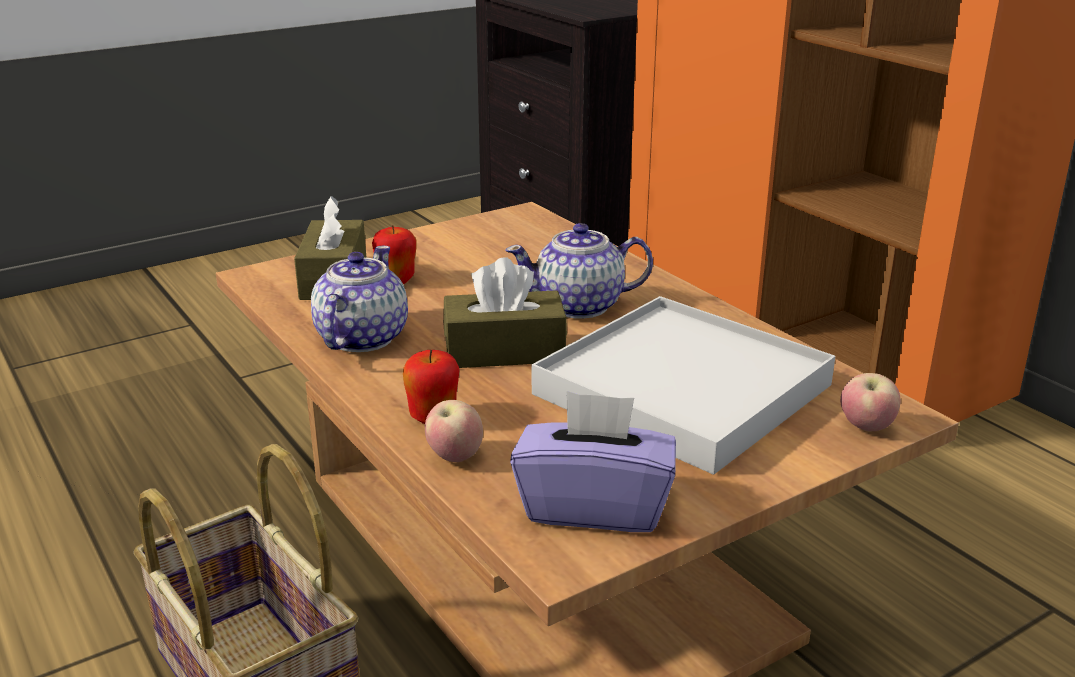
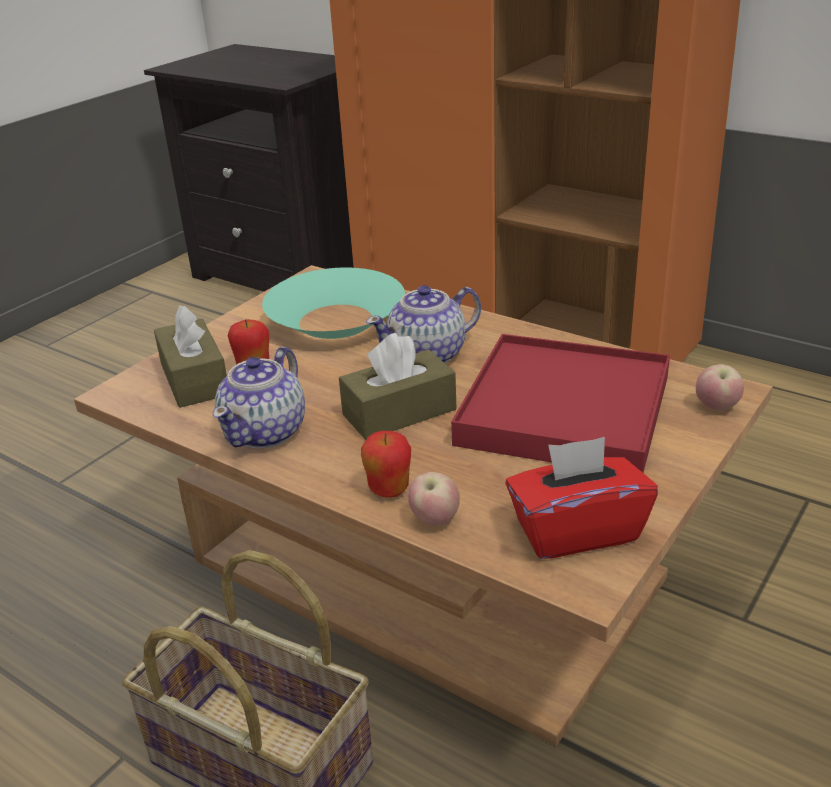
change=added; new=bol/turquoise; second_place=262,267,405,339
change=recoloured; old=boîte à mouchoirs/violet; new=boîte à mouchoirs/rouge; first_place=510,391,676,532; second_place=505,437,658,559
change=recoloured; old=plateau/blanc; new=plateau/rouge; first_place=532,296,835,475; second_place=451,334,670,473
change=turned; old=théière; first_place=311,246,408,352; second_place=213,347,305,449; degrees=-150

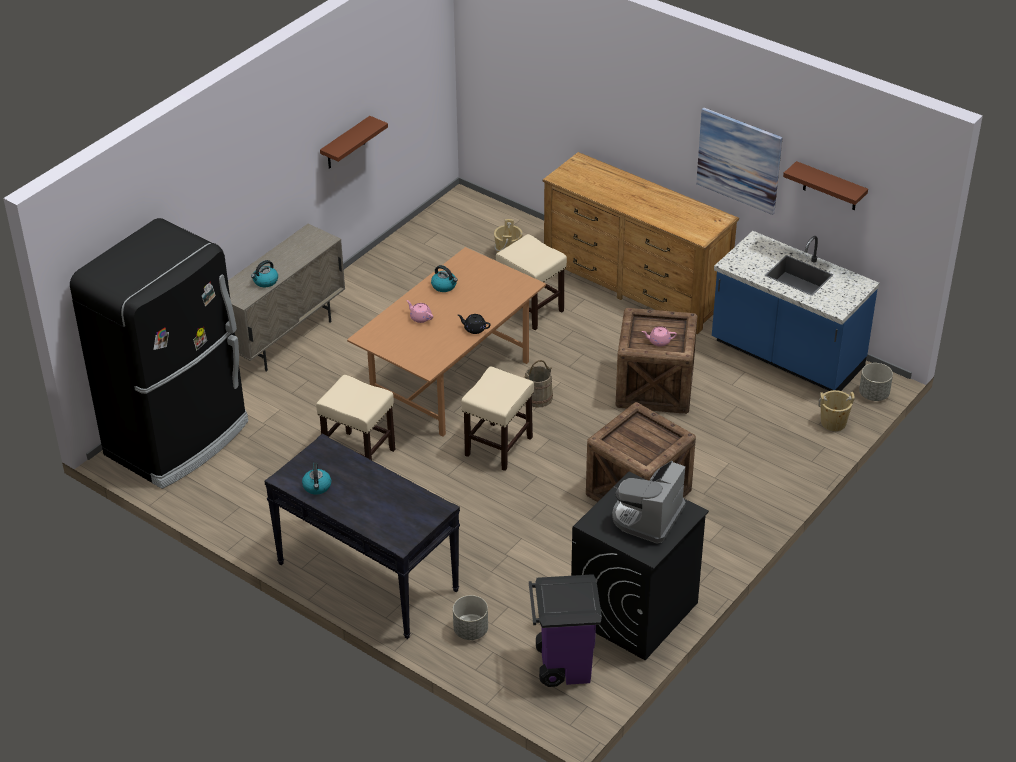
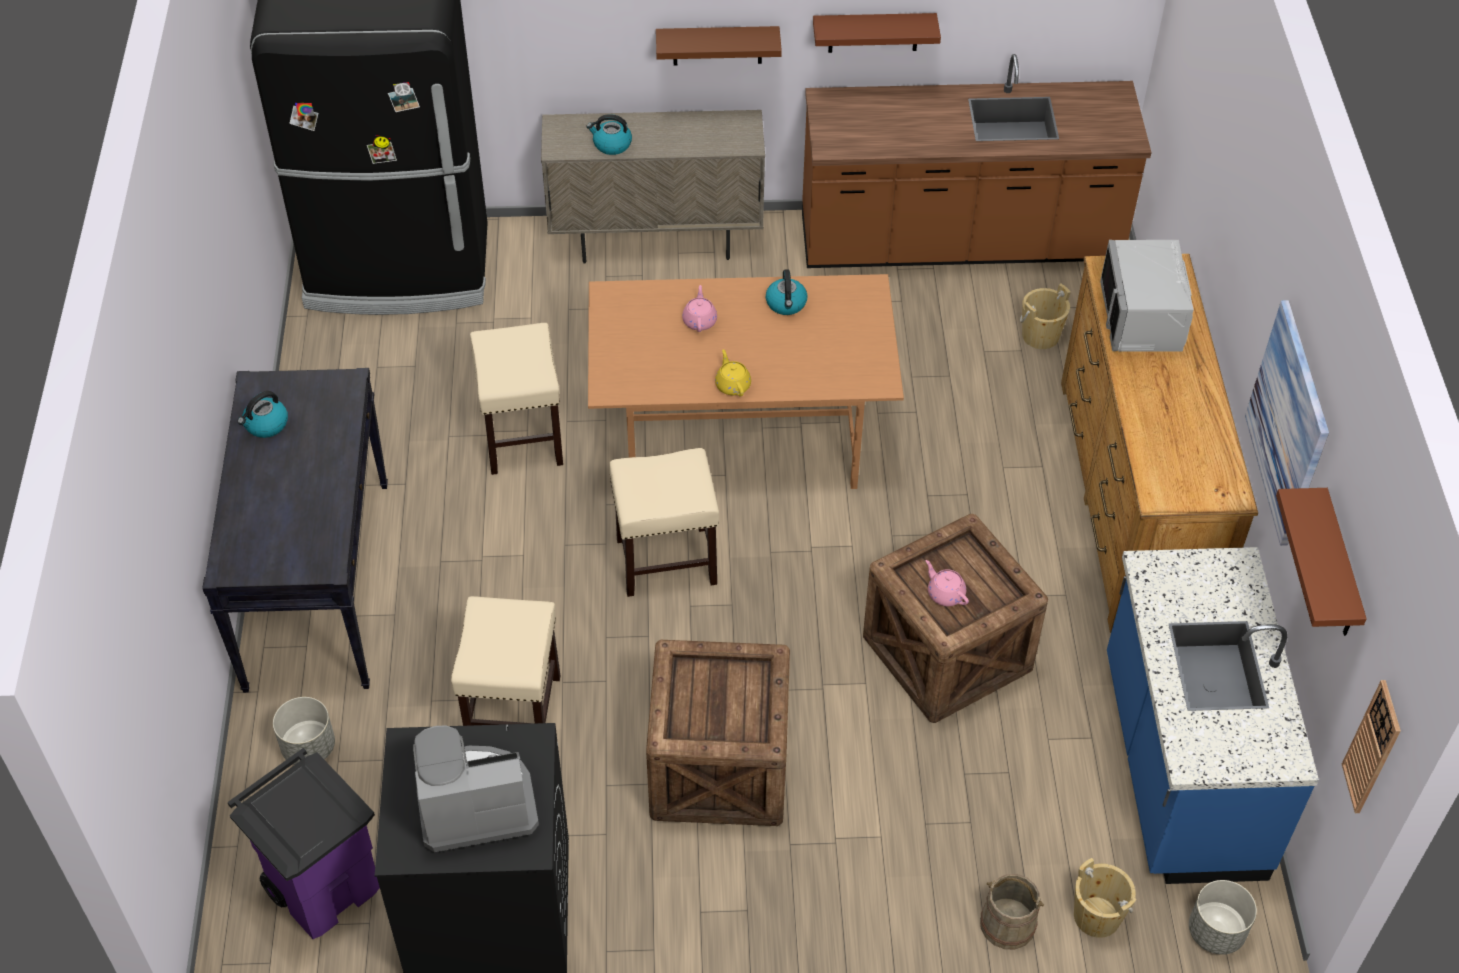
change=added; new=étagère/marron; second_place=656,26,782,66
change=added; new=comptoir de cuisine/marron; second_place=802,54,1152,268
change=added; new=micro-ondes/gris; second_place=1100,240,1194,352
change=added; new=horloge murale; second_place=1342,680,1401,813
change=moved; old=tabouret/beige; first_place=496,234,567,330; second_place=451,596,561,726
change=moved; old=seau/beige; first_place=524,360,553,408; second_place=980,874,1044,949
change=recoloured; old=théière/noir; new=théière/jaune; first_place=458,314,491,334; second_place=715,349,751,396

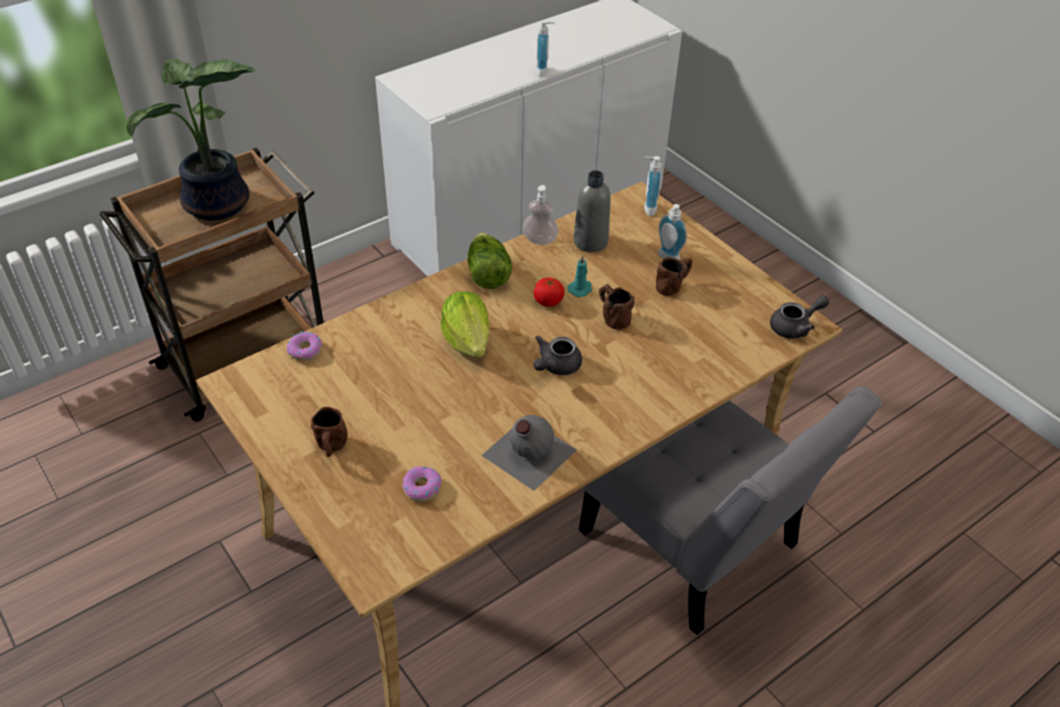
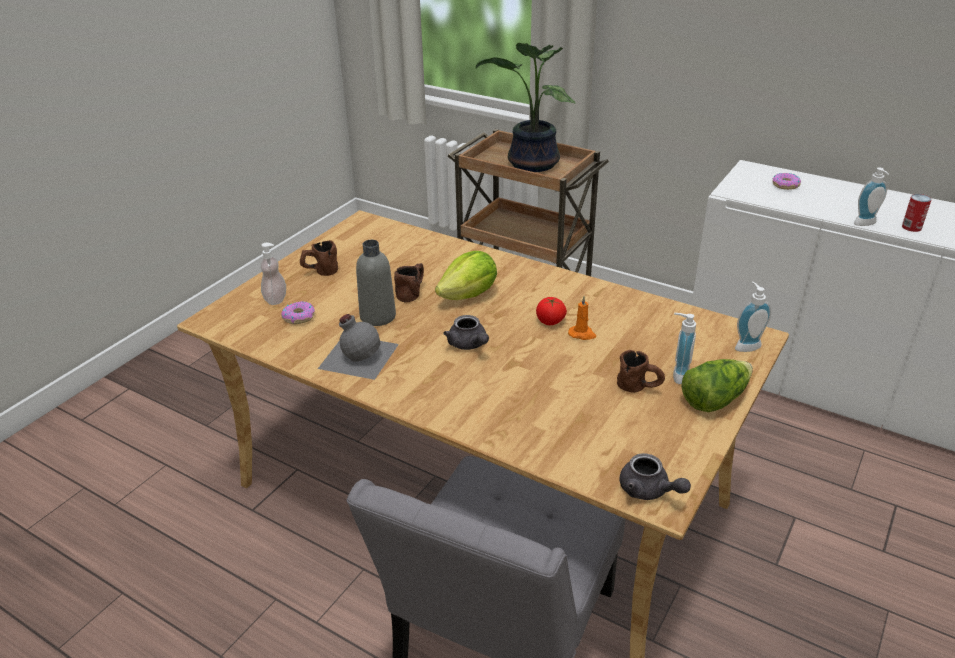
change=added; new=boîte métallique; second_place=902,194,932,232
change=moved; old=beignet; first_place=287,332,322,361; second_place=772,173,801,190
change=moved; old=laitue; first_place=467,232,512,289; second_place=681,359,753,412
change=moved; old=distributeur de savon; first_place=522,185,558,245; second_place=260,243,286,305
change=moved; old=bouteille/gris; first_place=574,170,611,252; second_place=356,240,396,326
change=moved; old=mug/marron; first_place=599,284,634,329; second_place=394,263,424,302
change=recoloured; old=bougie/turquoise; new=bougie/orange; first_place=567,255,592,297; second_place=568,296,596,340
change=turned; old=théière/gris; first_place=533,336,582,375; second_place=443,315,489,350; degrees=-135

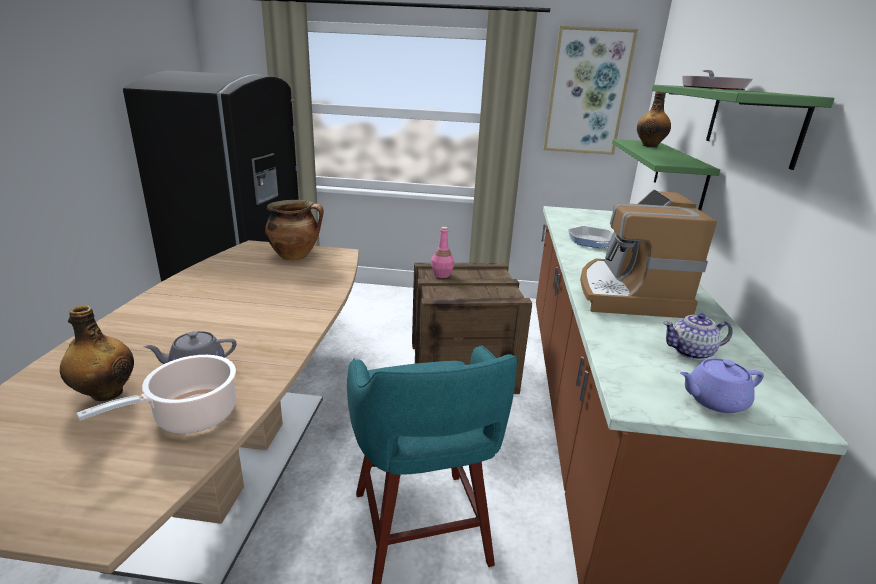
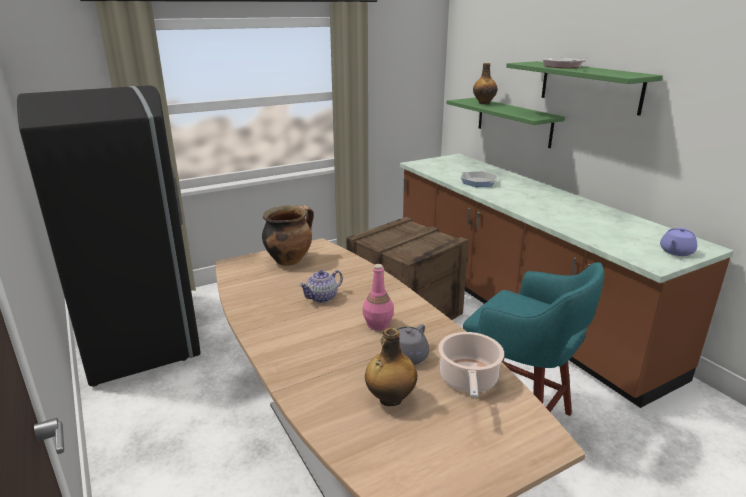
change=removed; old=tableau; first_place=543,26,638,155
change=removed; old=machine à café; first_place=580,190,717,318
change=moved; old=bouteille/rose; first_place=431,227,454,278; second_place=363,264,394,331
change=moved; old=théière; first_place=663,313,733,360; second_place=299,270,343,303

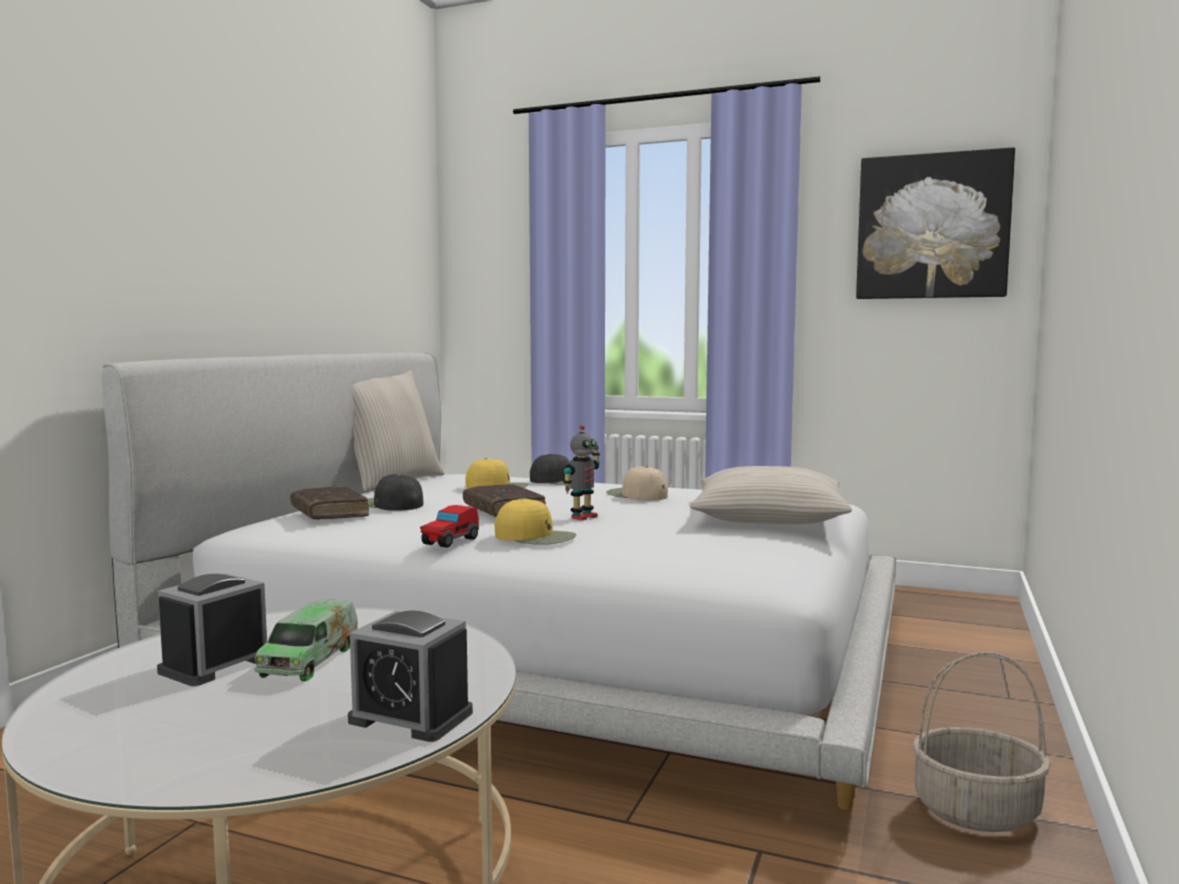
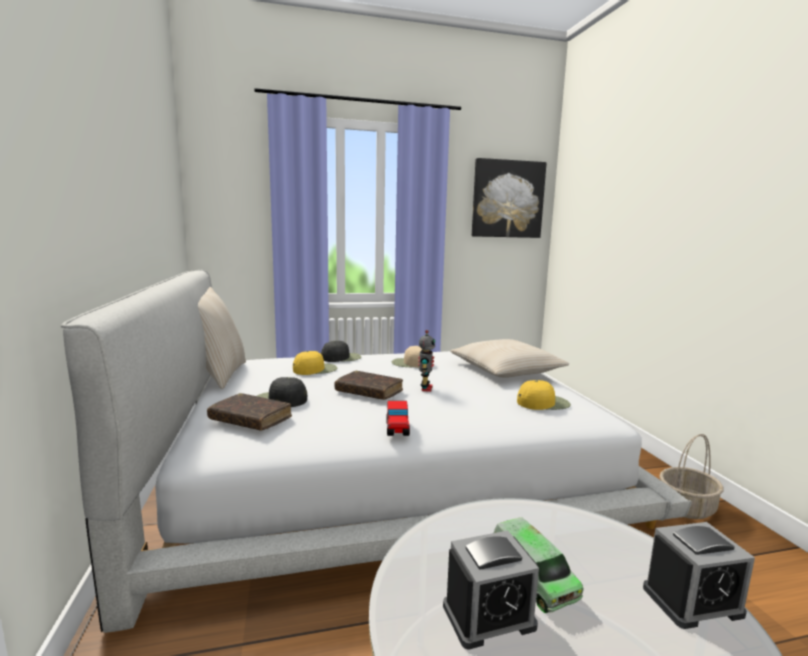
change=moved; old=casquette/jaune; first_place=495,498,577,545; second_place=517,380,571,410
change=turned; old=réveil; first_place=157,573,267,686; second_place=443,530,539,650; degrees=-105

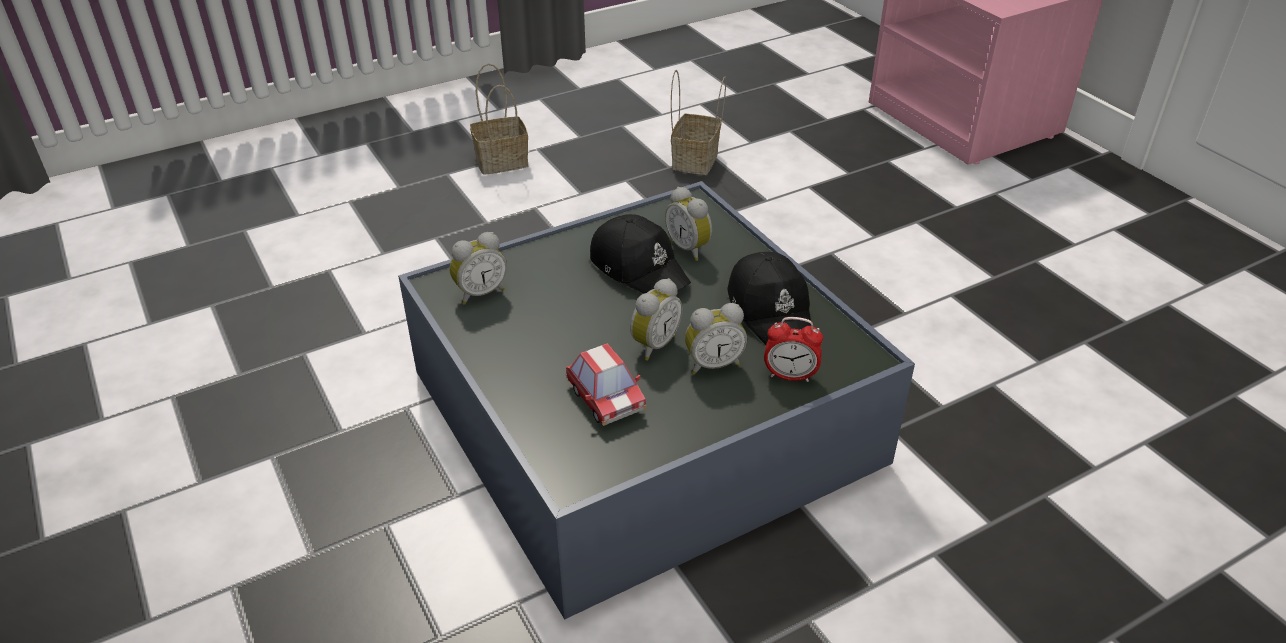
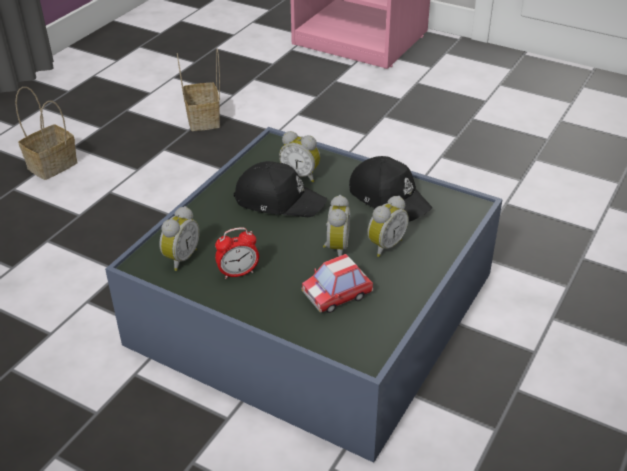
change=moved; old=réveil; first_place=764,317,823,382; second_place=215,227,259,279
change=turned; old=petite voiture; first_place=566,343,646,426; second_place=302,254,373,313; degrees=120

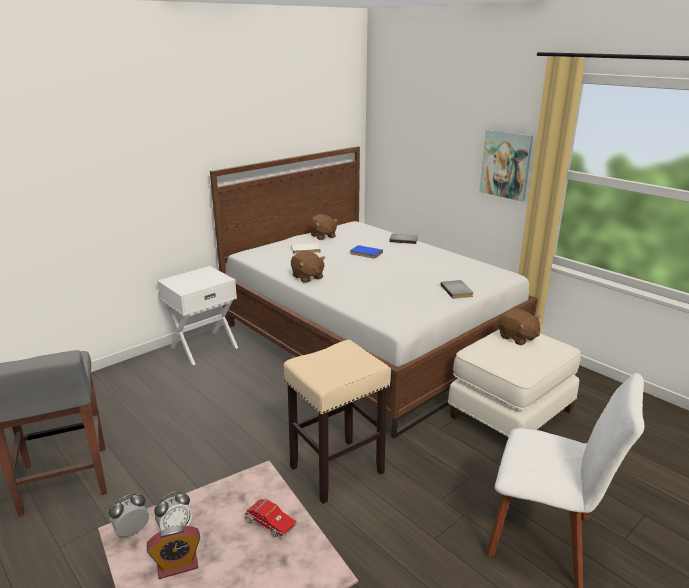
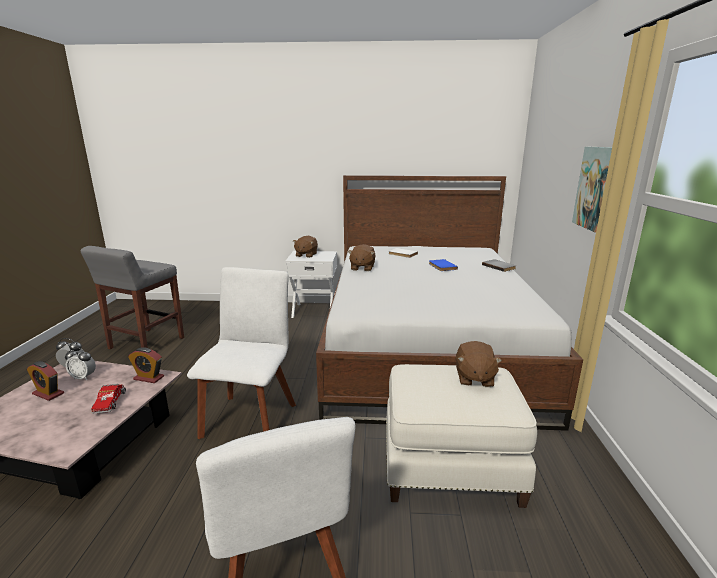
change=removed; old=livre/gris; first_place=441,280,473,299
change=added; new=réveil; second_place=128,347,164,383
change=moved; old=peluche/marron; first_place=309,214,338,240; second_place=293,236,318,258
change=replaced; old=tabouret/beige; new=chaise/blanc; first_place=284,340,391,504; second_place=187,267,296,439

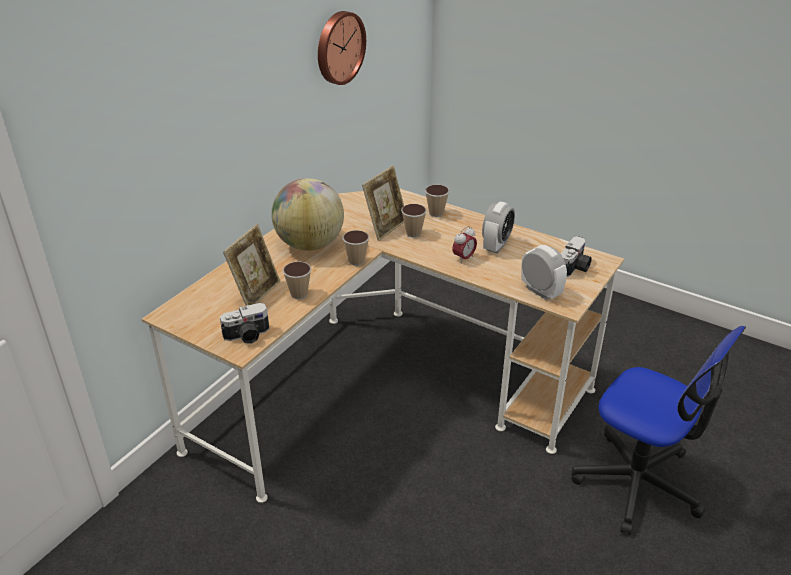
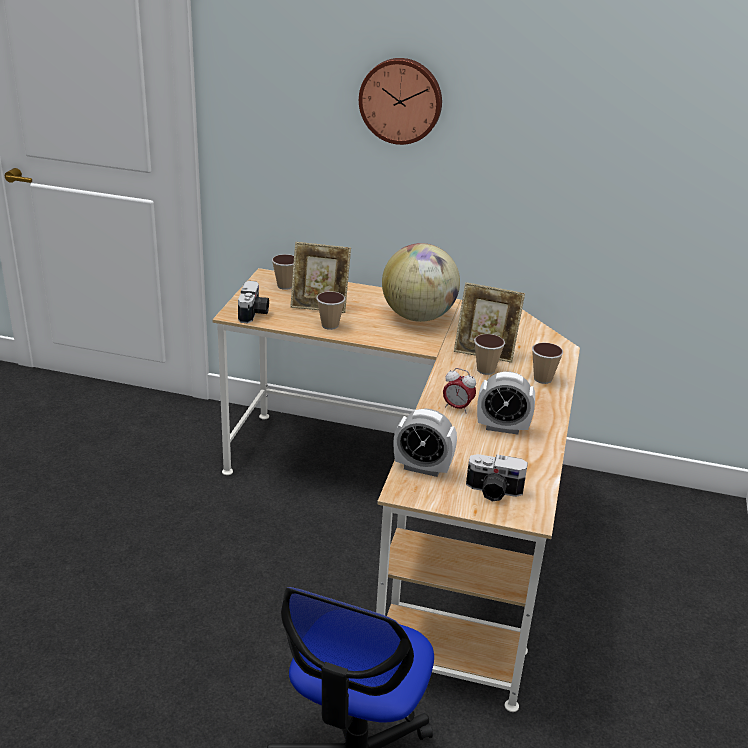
change=moved; old=horloge murale; first_place=318,11,366,85; second_place=359,58,442,145
change=moved; old=tasse; first_place=343,230,369,266; second_place=272,254,294,290
change=turned; old=appareil photo; first_place=220,303,269,344; second_place=238,281,269,324; degrees=-135
change=turned; old=réveil; first_place=521,245,567,300; second_place=394,408,457,477; degrees=75

